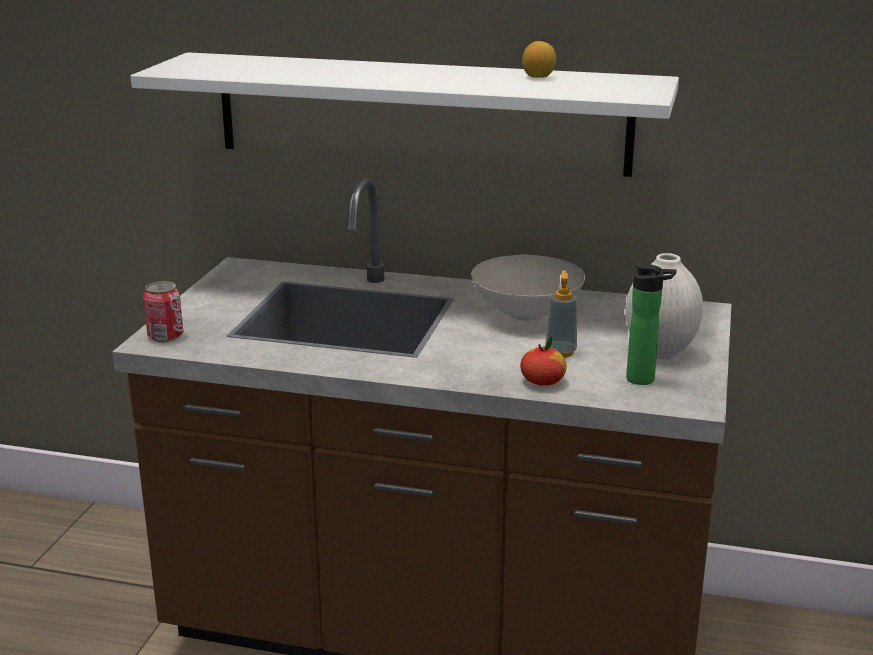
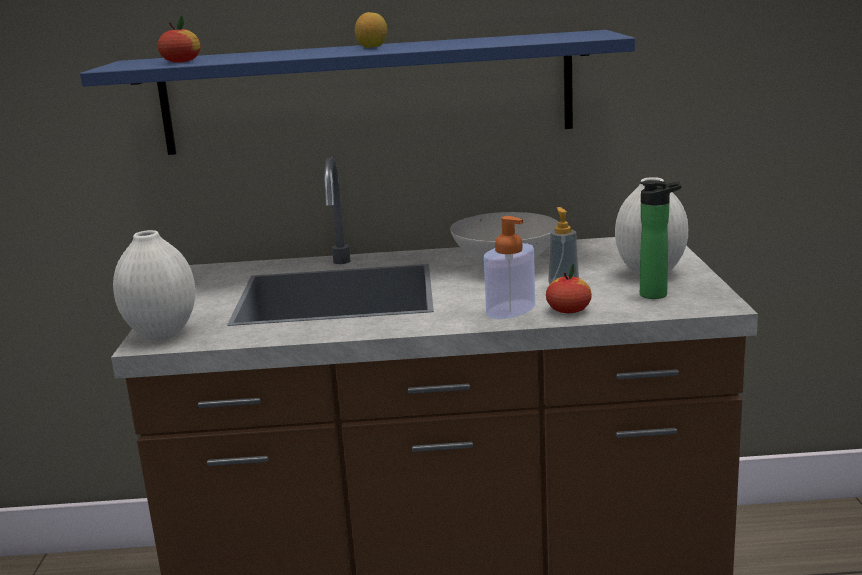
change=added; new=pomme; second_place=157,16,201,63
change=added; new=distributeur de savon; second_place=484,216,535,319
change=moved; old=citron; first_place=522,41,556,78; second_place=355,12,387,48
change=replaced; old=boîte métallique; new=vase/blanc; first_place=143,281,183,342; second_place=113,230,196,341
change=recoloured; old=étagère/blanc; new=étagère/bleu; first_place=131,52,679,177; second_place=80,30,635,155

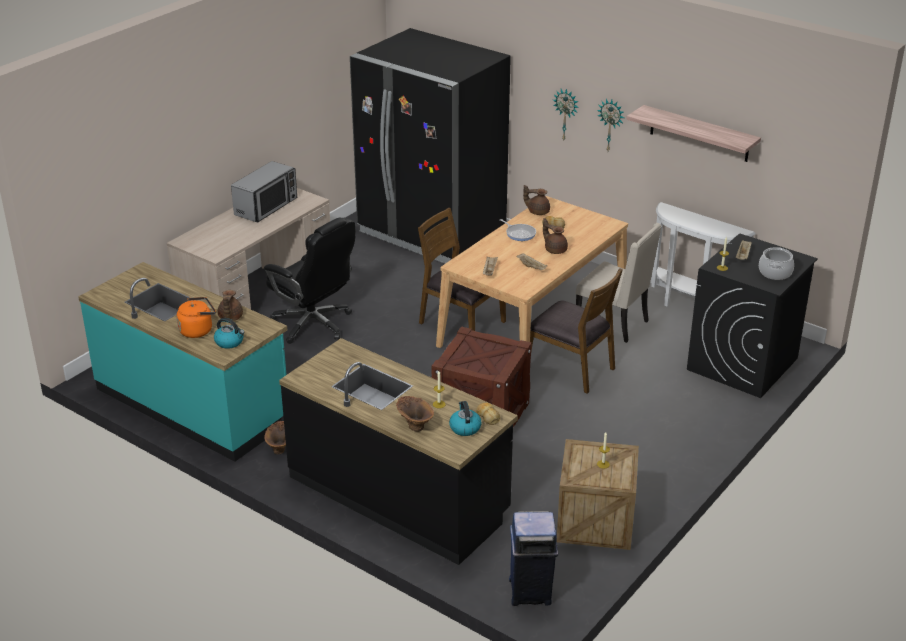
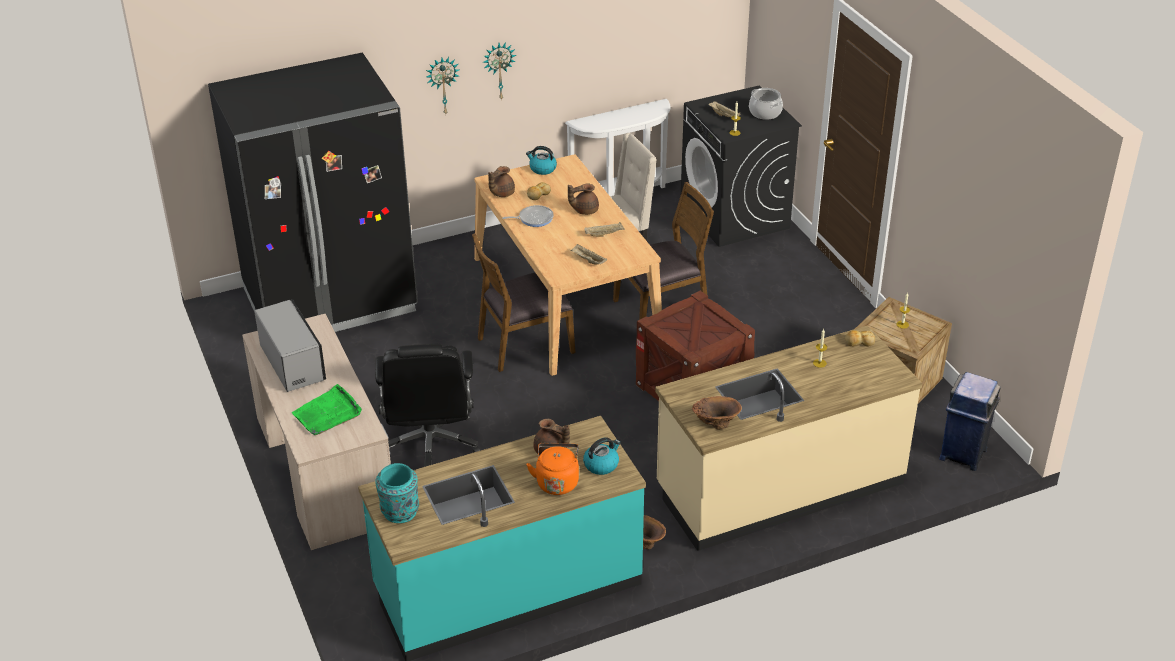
change=removed; old=étagère; first_place=626,105,761,162
change=added; new=plateau/vert; second_place=292,384,362,435
change=added; new=vase/turquoise; second_place=375,463,419,523
change=moved; old=vase/marron; first_place=396,396,434,432; second_place=692,396,742,430
change=moved; old=bouilloire; first_place=449,401,482,436; second_place=526,146,557,175
change=recoloured; old=comptoir de cuisine/noir; new=comptoir de cuisine/beige; first_place=279,338,518,565; second_place=655,325,922,551
change=turned; old=chaise de bureau/noir; first_place=264,218,356,344; second_place=375,344,480,467; degrees=105

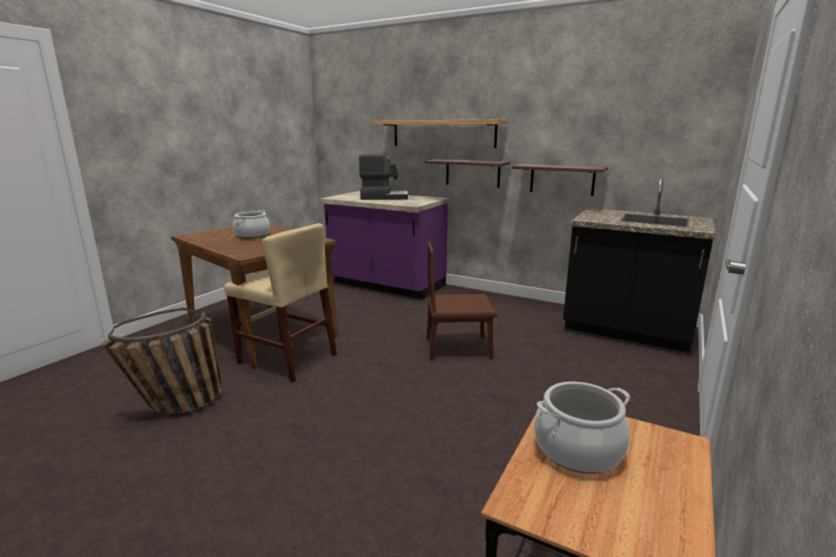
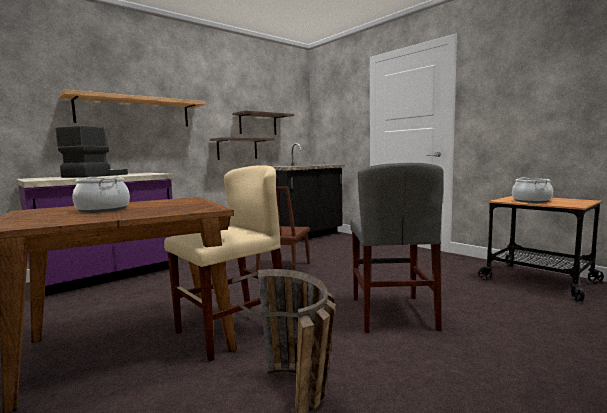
change=added; new=chaise/gris; second_place=350,163,444,333
change=moved; old=étagère; first_place=425,159,510,188; second_place=232,110,294,135

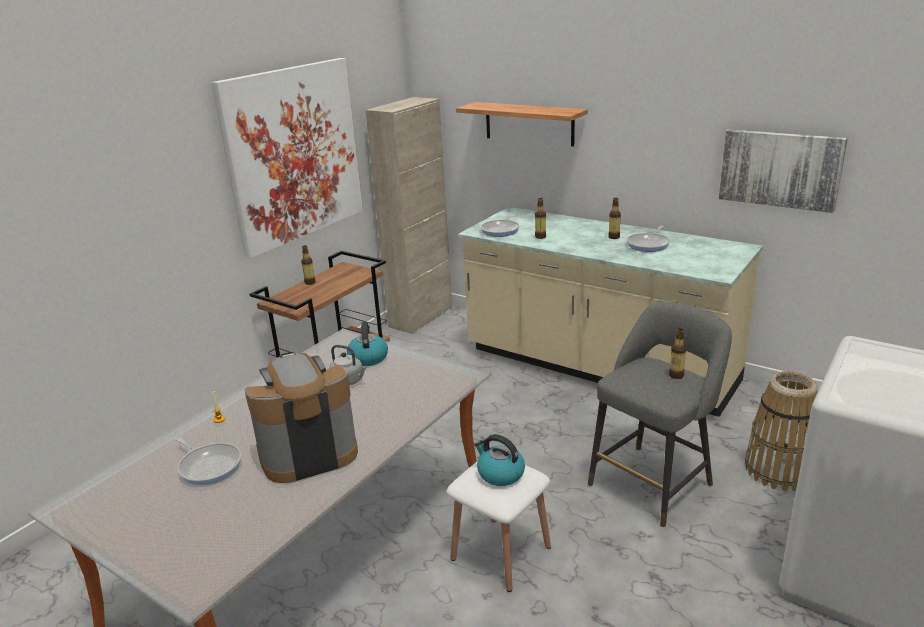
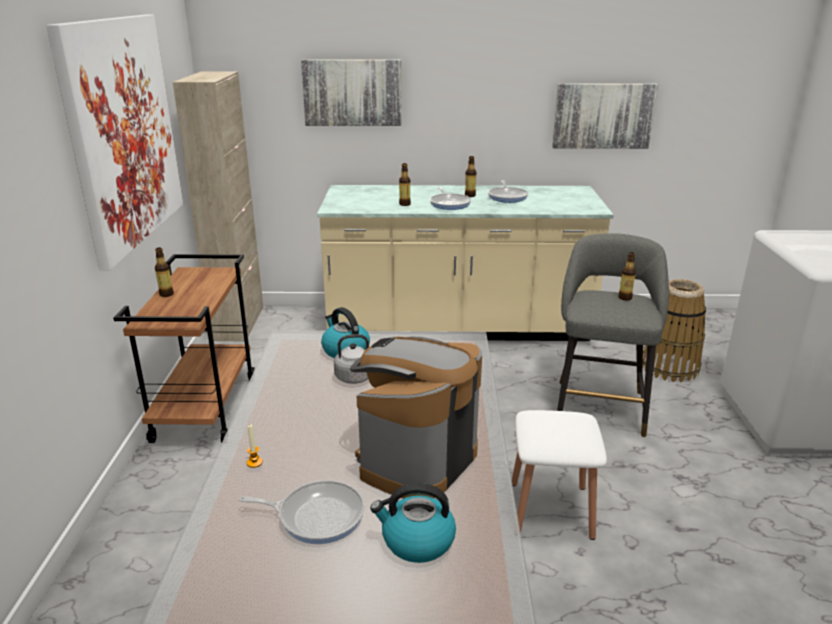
change=moved; old=bouilloire; first_place=474,434,525,486; second_place=370,483,456,563
change=moved; old=poêle; first_place=480,212,519,237; second_place=430,187,471,210
change=replaced; old=étagère; new=tableau; first_place=456,102,588,146; second_place=301,59,402,126

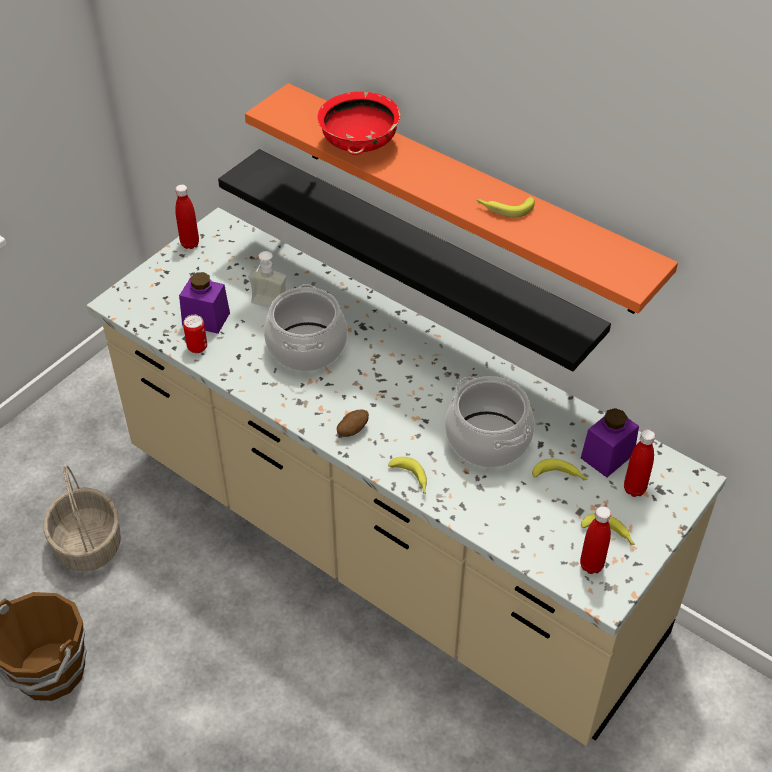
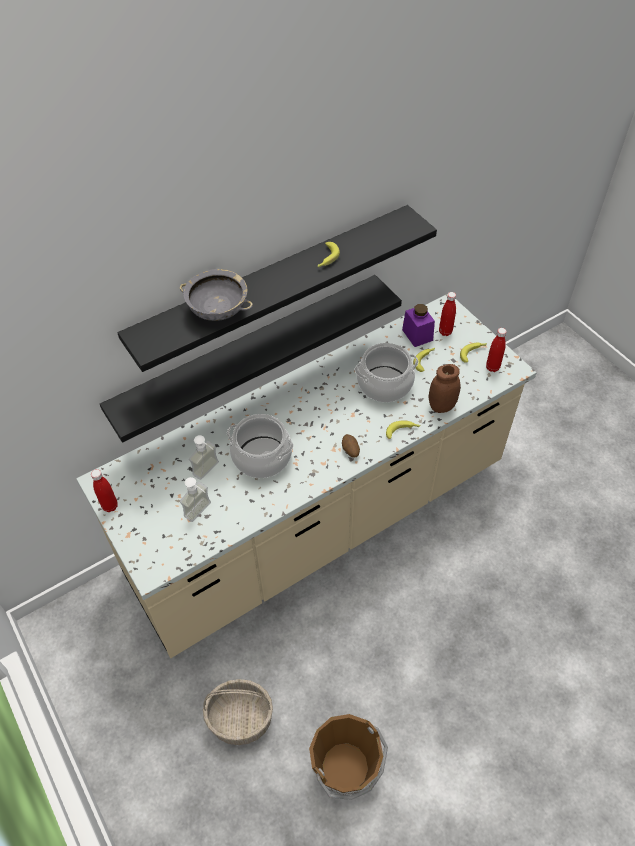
change=removed; old=boîte métallique; first_place=183,315,207,353
change=added; new=bocal/marron; second_place=429,364,461,413
change=replaced; old=bocal/violet; new=distributeur de savon; first_place=179,272,230,334; second_place=180,477,211,522
change=recoloured; old=étagère/orange; new=étagère/noir; first_place=245,83,678,314; second_place=117,205,437,372
change=recoloured; old=bol/rouge; new=bol/gris; first_place=318,91,400,155; second_place=180,269,253,321

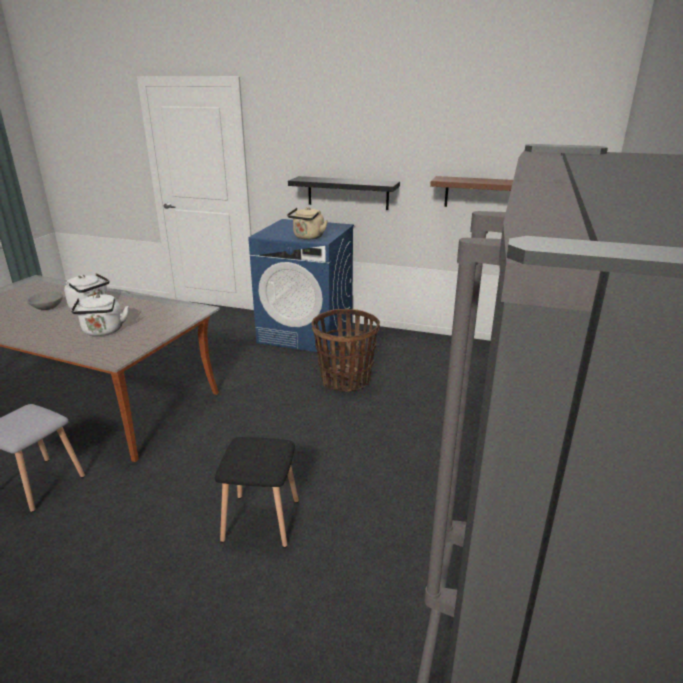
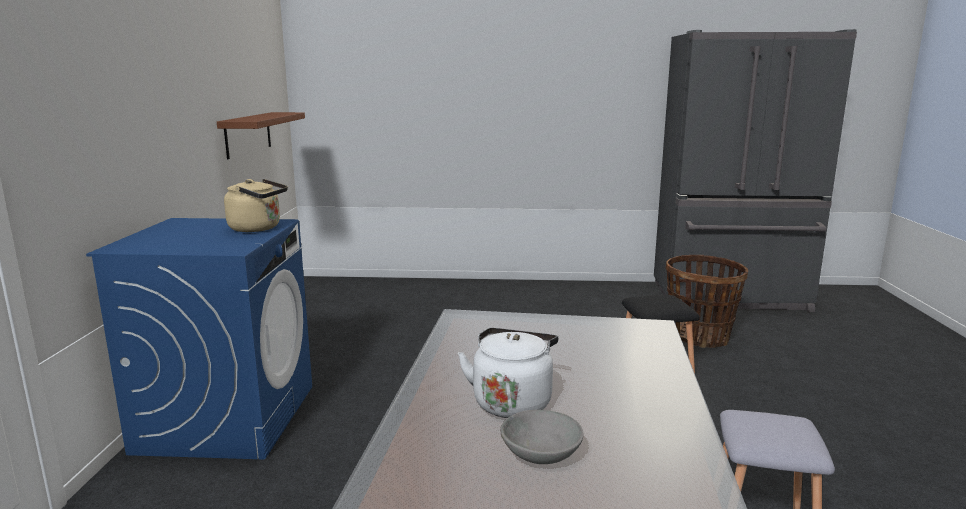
change=removed; old=bouilloire/blanc; first_place=71,294,129,336
change=removed; old=étagère/noir; first_place=288,176,400,210
change=moved; old=panier; first_place=311,309,380,392; second_place=665,255,748,348

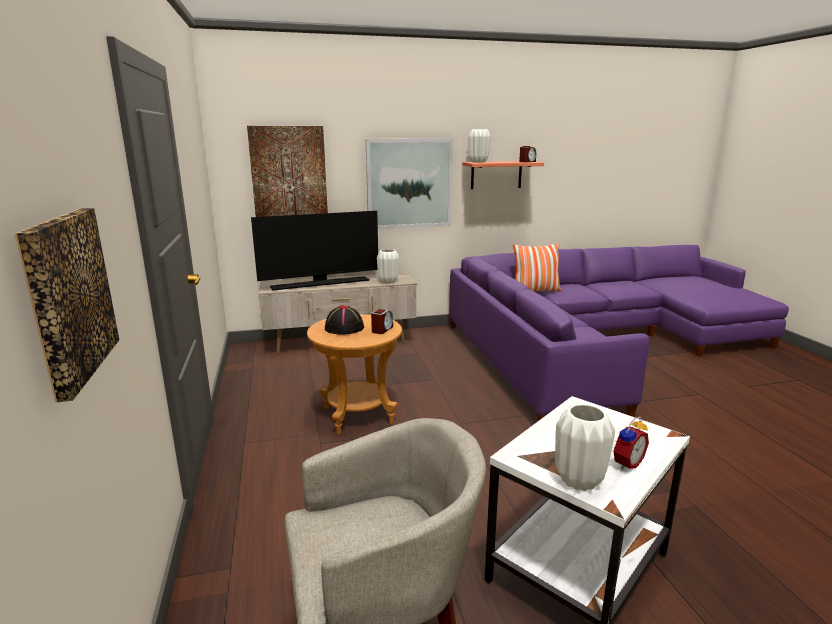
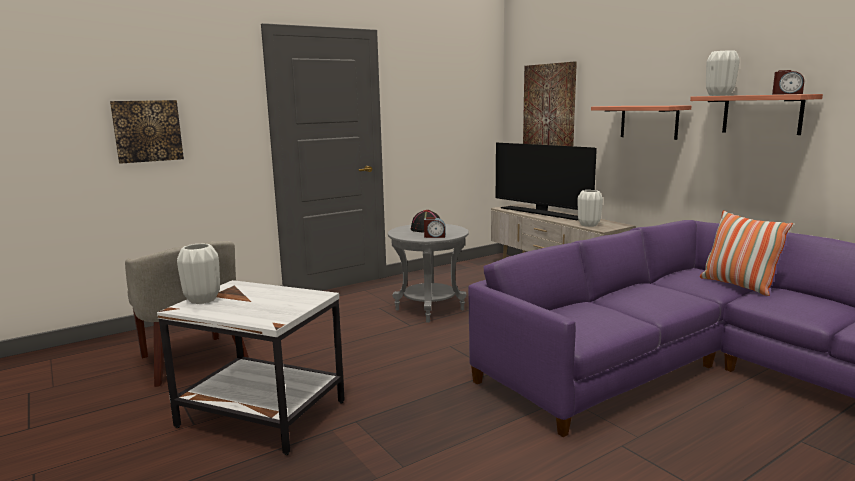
change=removed; old=réveil; first_place=613,417,649,470
change=replaced; old=tableau; new=étagère; first_place=366,139,453,229; second_place=591,106,691,140
change=recoloured; old=table d'appoint/marron; new=table d'appoint/gris; first_place=307,314,402,434; second_place=388,224,469,323

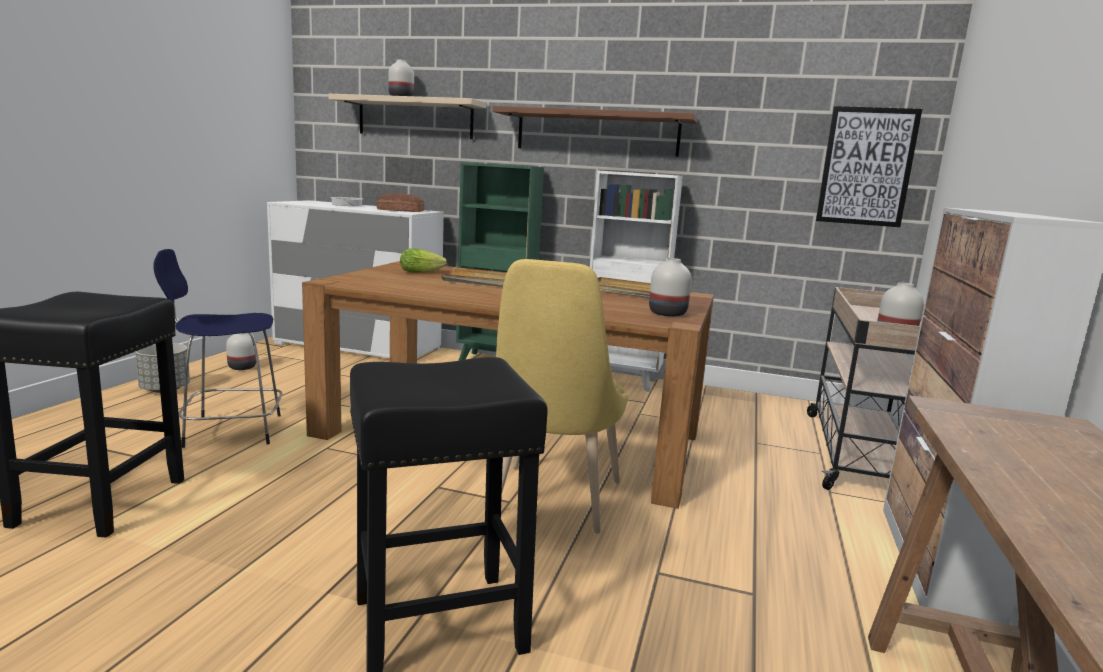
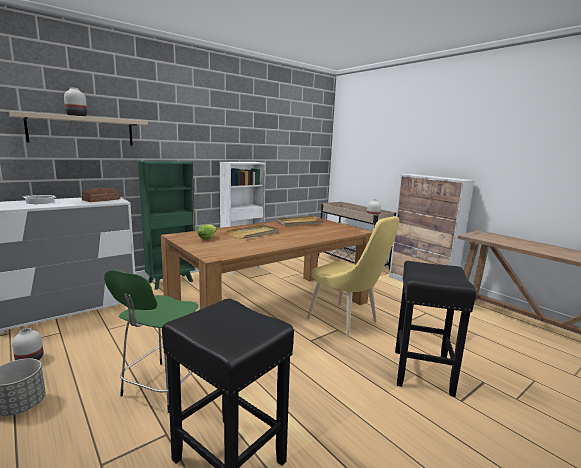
change=removed; old=étagère; first_place=493,106,698,157
change=removed; old=vase/blanc; first_place=649,258,692,317
change=removed; old=tableau; first_place=816,106,922,227
change=recoloured; old=tabouret/bleu; new=tabouret/vert; first_place=153,249,282,448; second_place=104,270,198,413

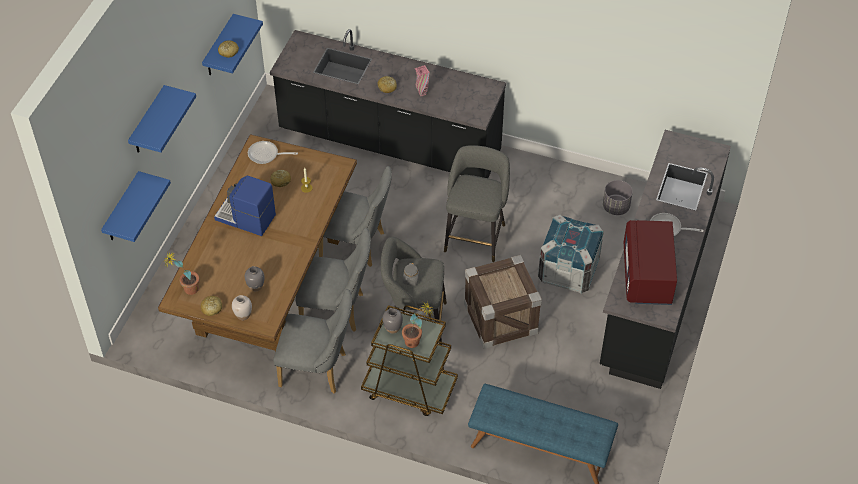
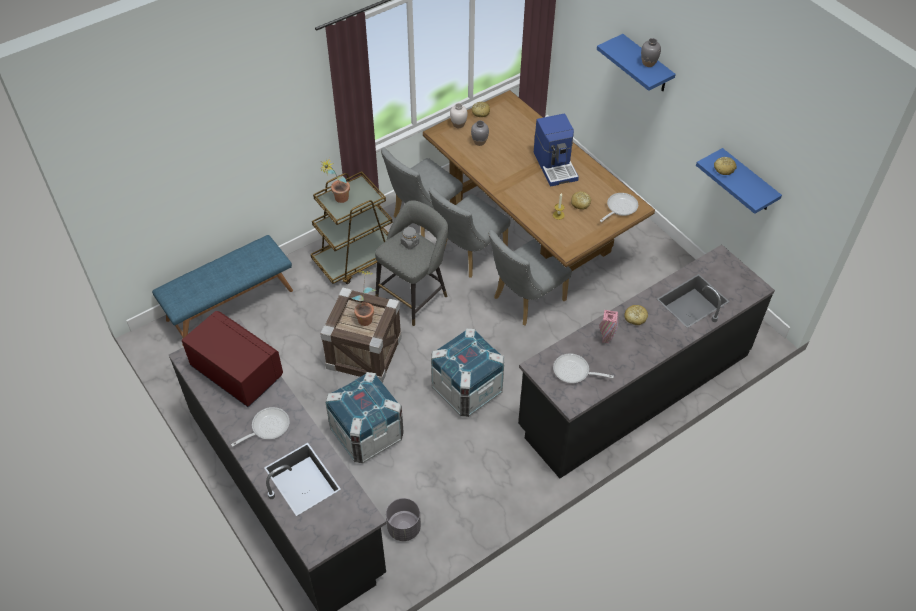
change=removed; old=étagère/bleu; first_place=101,171,171,242
change=added; new=poêle; second_place=553,354,614,383
change=moved; old=plante en pot; first_place=163,251,200,295; second_place=352,271,376,326
change=moved; old=vase/gris; first_place=383,308,403,334; second_place=641,38,661,67
change=replaced; old=tabouret/gris; new=caisse; first_place=444,145,510,262; second_place=431,329,505,417
change=turned; old=machine à café; first_place=214,176,276,236; second_place=534,114,579,187; degrees=105

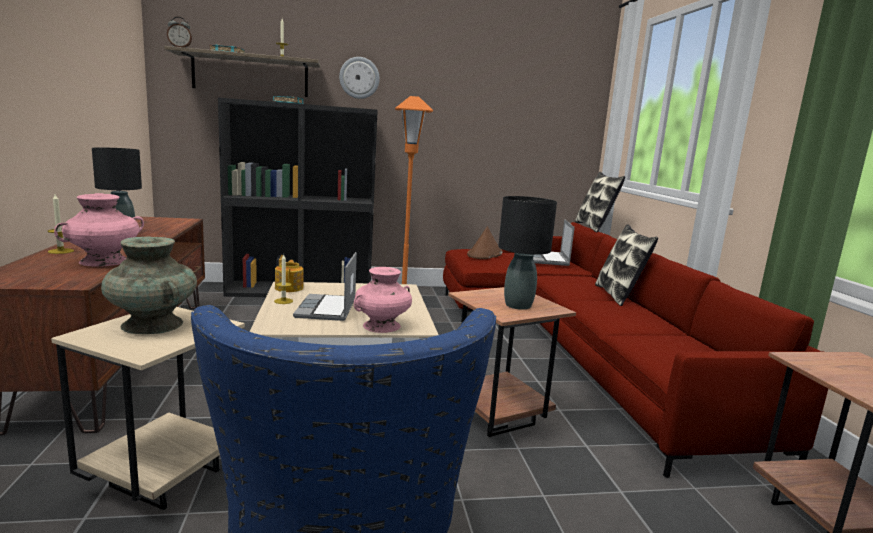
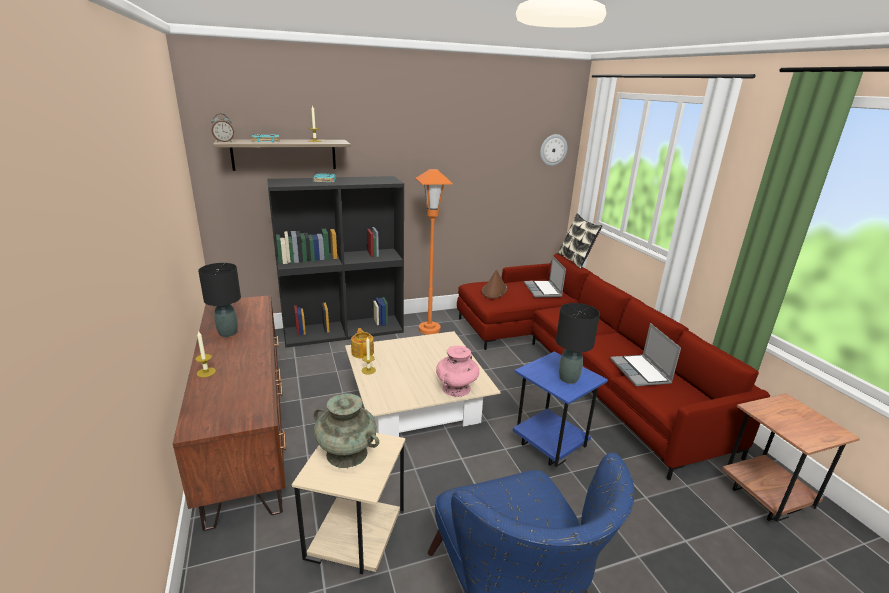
change=removed; old=vase/rose; first_place=54,193,144,267
change=removed; old=coussin; first_place=595,224,658,306
change=moved; old=ordinateur portable; first_place=293,252,357,321; second_place=610,323,681,386
change=moved; old=horloge murale; first_place=339,57,380,99; second_place=540,134,567,166
change=recoloured; old=table d'appoint/marron; new=table d'appoint/bleu; first_place=448,287,576,437; second_place=513,352,608,467

